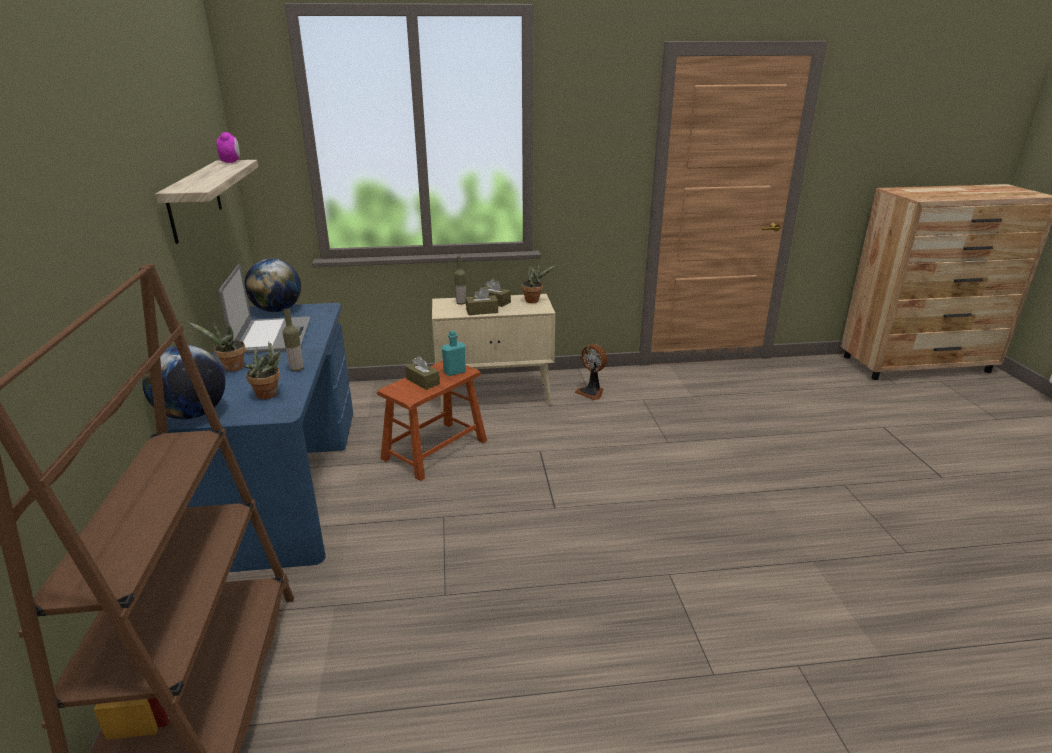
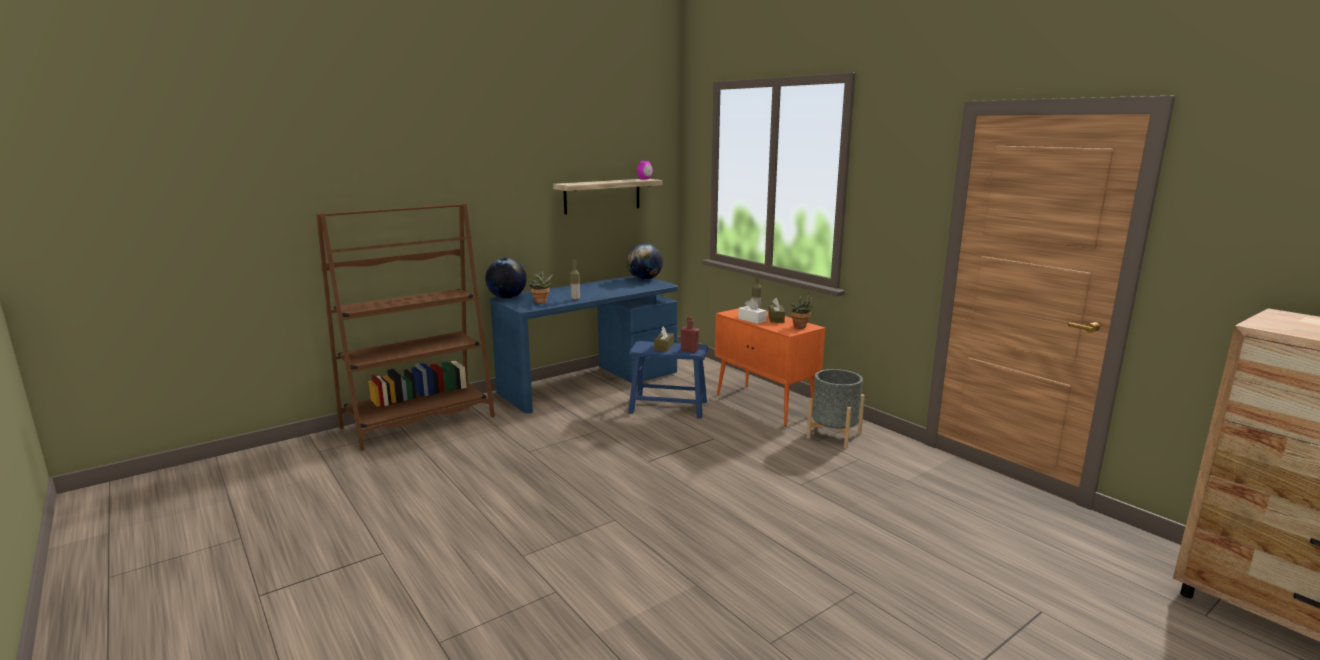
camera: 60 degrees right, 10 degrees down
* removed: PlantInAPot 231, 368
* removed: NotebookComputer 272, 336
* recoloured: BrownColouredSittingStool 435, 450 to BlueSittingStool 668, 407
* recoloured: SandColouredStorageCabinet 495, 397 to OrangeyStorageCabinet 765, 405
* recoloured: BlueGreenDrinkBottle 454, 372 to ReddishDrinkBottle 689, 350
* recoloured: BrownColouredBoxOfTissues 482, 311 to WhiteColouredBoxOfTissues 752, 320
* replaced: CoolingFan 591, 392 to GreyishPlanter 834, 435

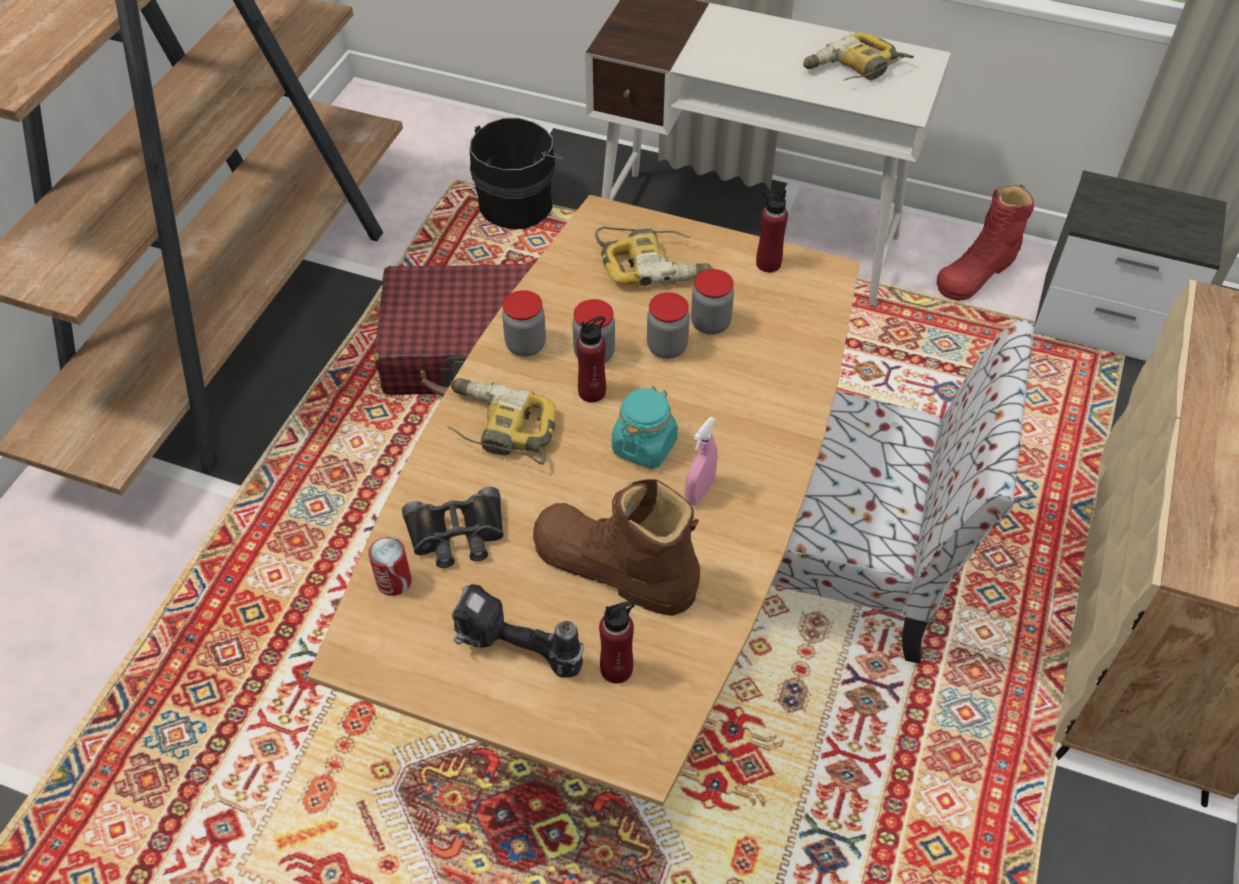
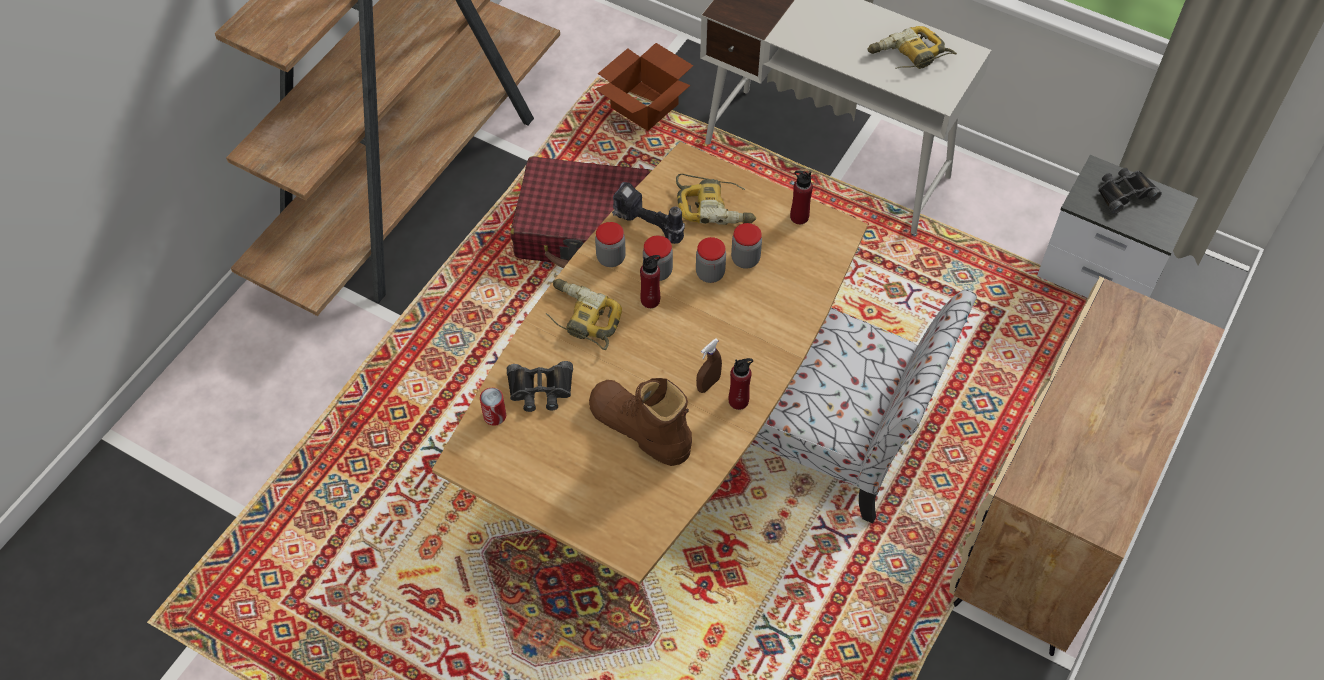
camera: 10 degrees right, 5 degrees up
* moved: Drill 516, 654 to 646, 227
* replaced: BlackishBucket 519, 203 to CardboardBox 646, 106
* moved: ReddishDrinkBottle 616, 669 to 738, 401
* removed: BlueGreenPreserveJar 644, 445
* recoloured: PinkColouredSprayBottle 699, 492 to BrownColouredSprayBottle 708, 384
* removed: ReddishHighTopBoot 977, 271
* added: BlackishPairOfBinoculars 1124, 192

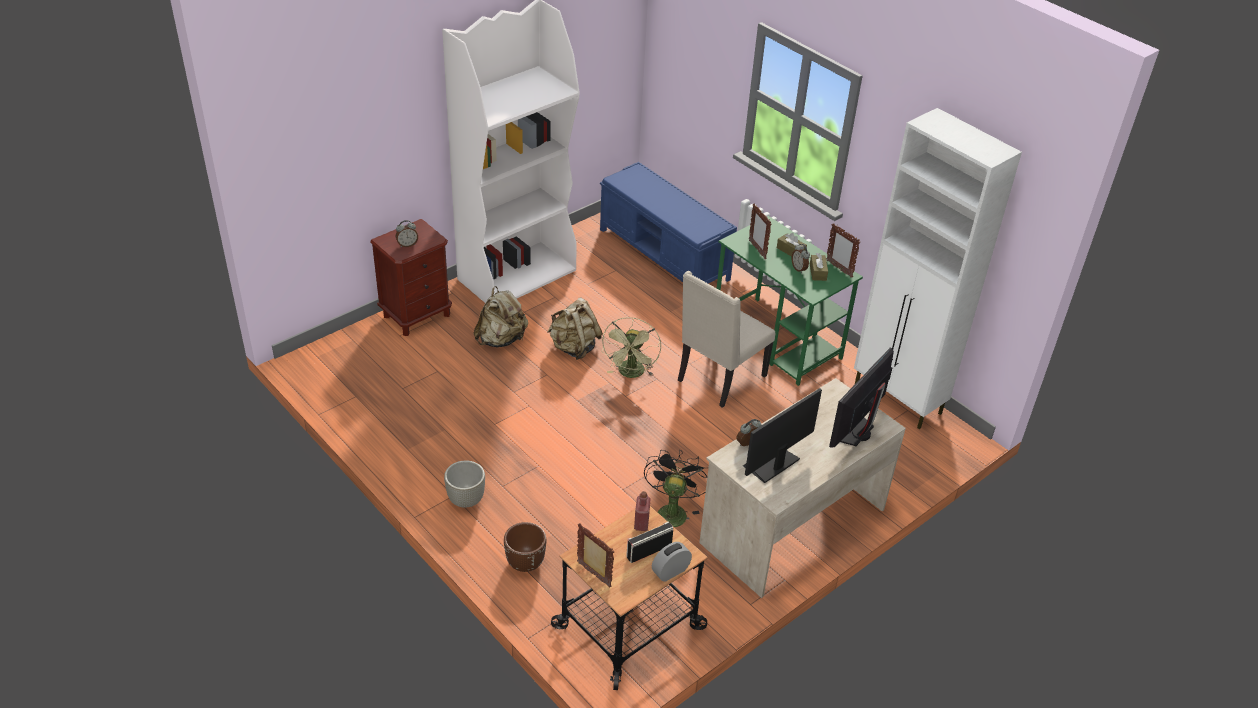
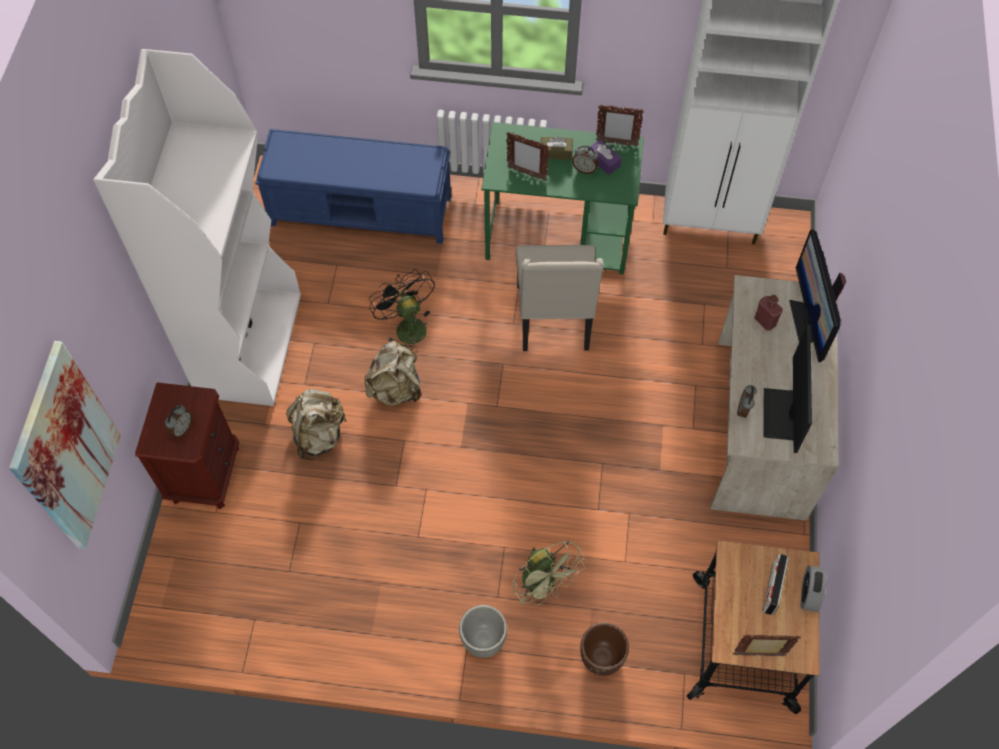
camera: 40 degrees left, 20 degrees up
* moved: GreenColouredCoolingFan 631, 374 to 544, 584
* moved: ReddishDrinkBottle 641, 523 to 765, 321
* moved: BlackishCoolingFan 671, 510 to 406, 326
* recoloured: BrownColouredBoxOfTissues 818, 272 to PurpleBoxOfTissues 603, 161
* added: WallArt 66, 449

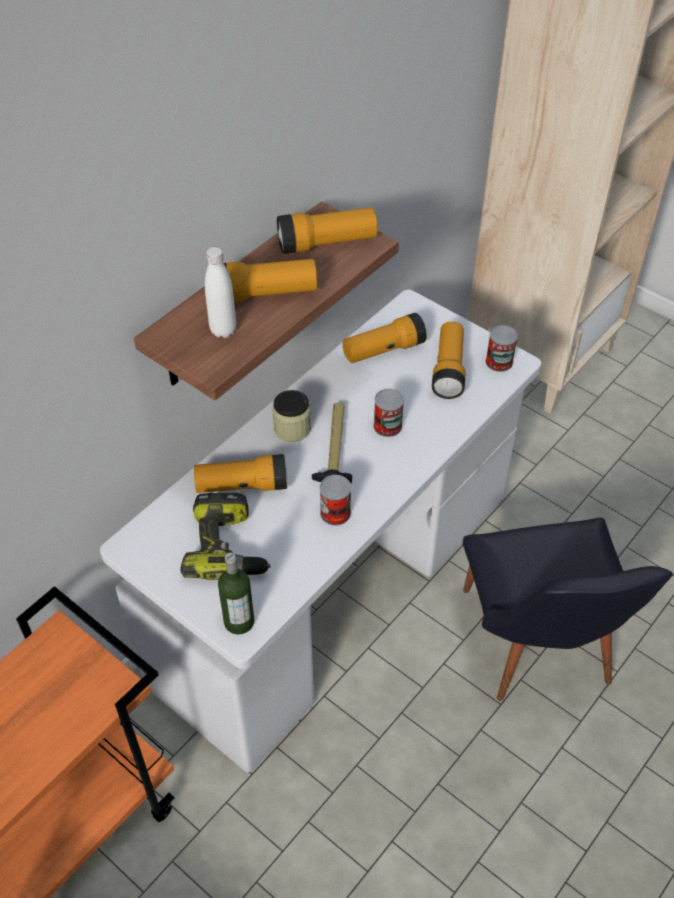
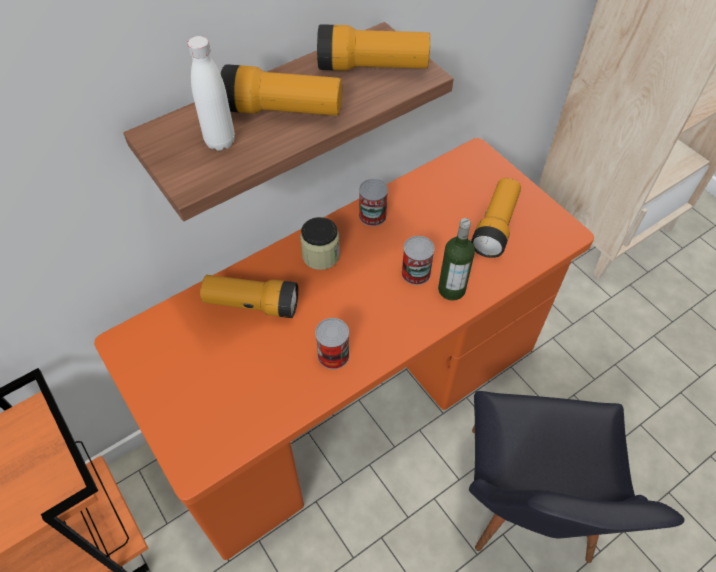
camera: 15 degrees right, 5 degrees up
* recoloured: WhiteColouredDesk 335, 587 to OrangeyDesk 357, 398
* removed: Drill 229, 547
* moved: DrinkBottle 239, 621 to 451, 289
* removed: HandHammer 334, 447
* removed: Torch 383, 350
* moved: Can 499, 362 to 372, 215

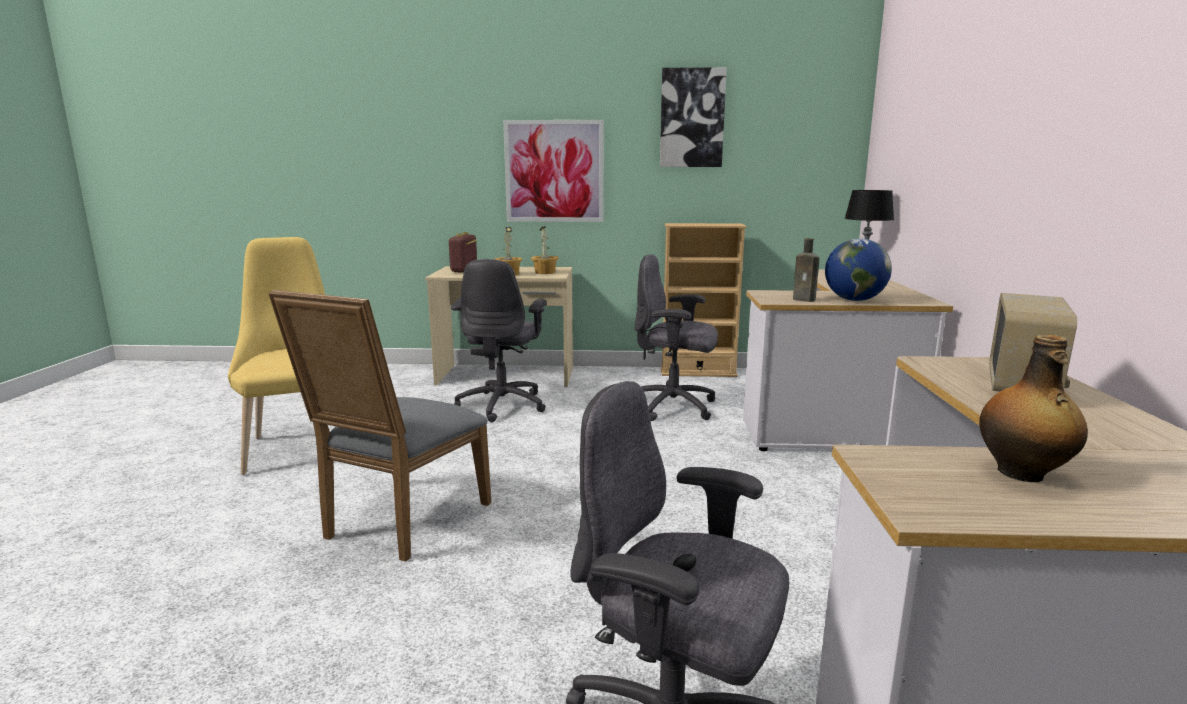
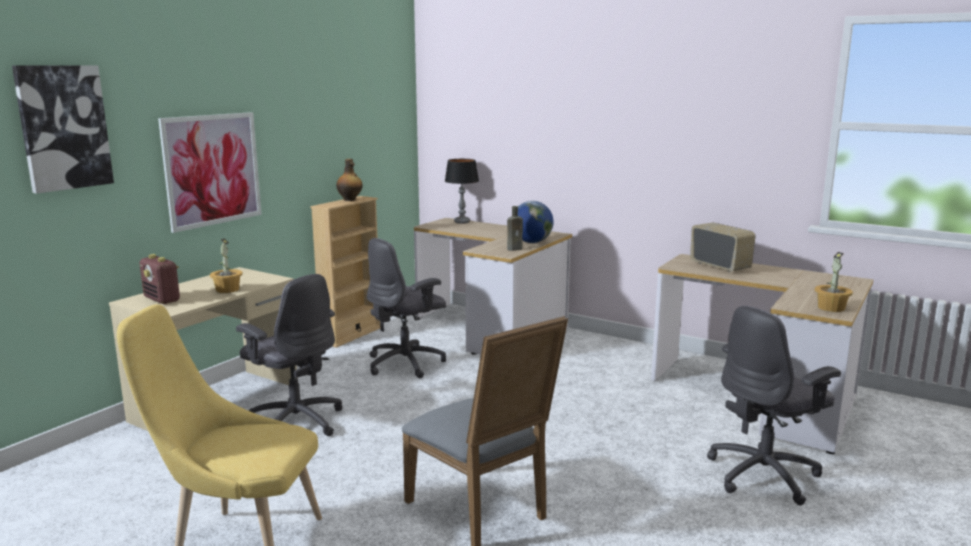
camera: 60 degrees left, 0 degrees up
* moved: PlantInAPot 545, 272 to 831, 308
* moved: WallArt 692, 118 to 63, 127
* moved: DrinkBottle 1021, 474 to 350, 200

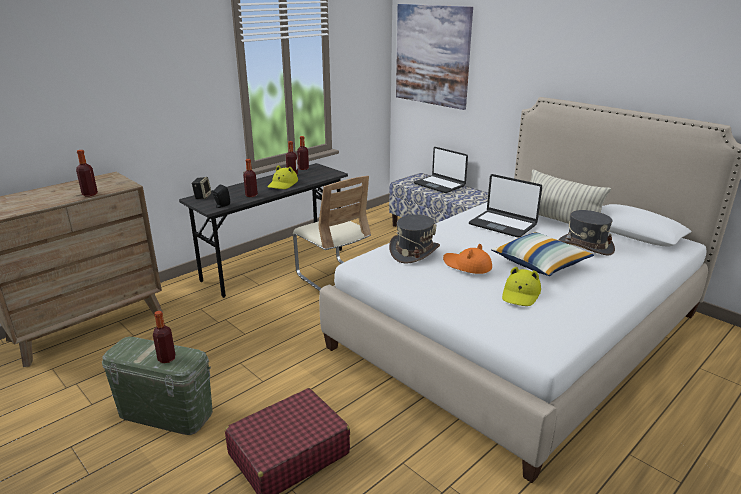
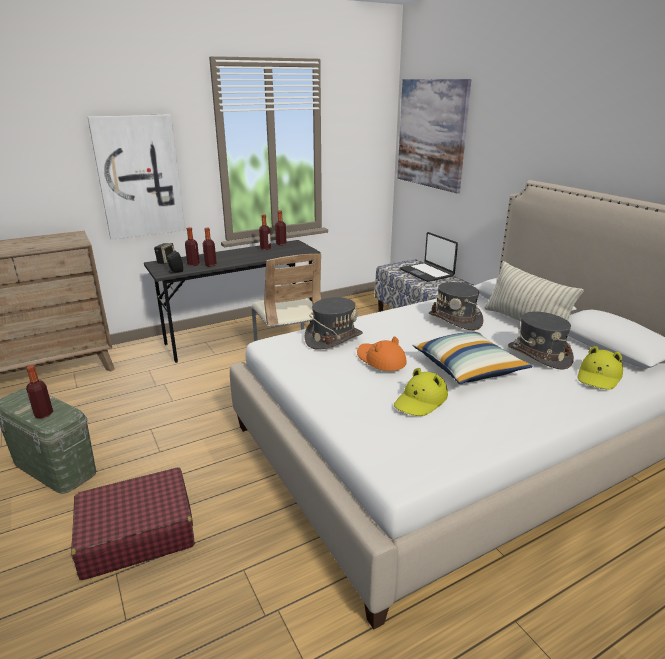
camera: 15 degrees right, 0 degrees up
* moved: DrinkBottle 90, 194 to 193, 264
* moved: YellowColouredWearableHat 283, 184 to 599, 376
* replaced: NotebookComputer 503, 224 to GreyishWearableHat 455, 320
* added: WallArt 139, 177

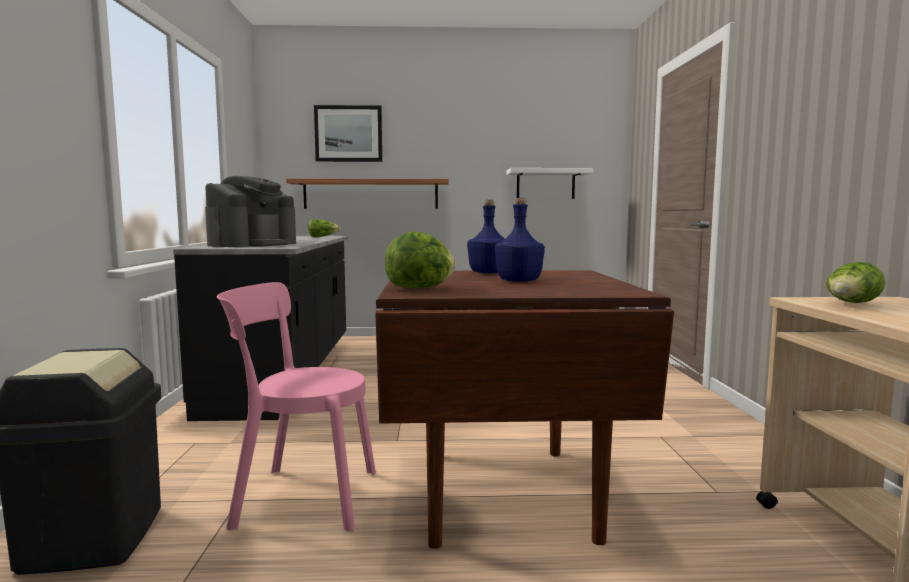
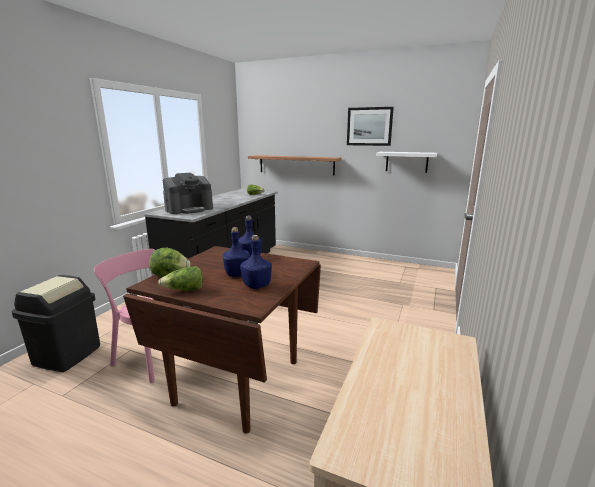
camera: 25 degrees right, 10 degrees up
* moved: WallArt 348, 134 to 369, 126
* moved: LettuceHead 852, 304 to 184, 290
* added: BlueDrinkBottle 257, 286

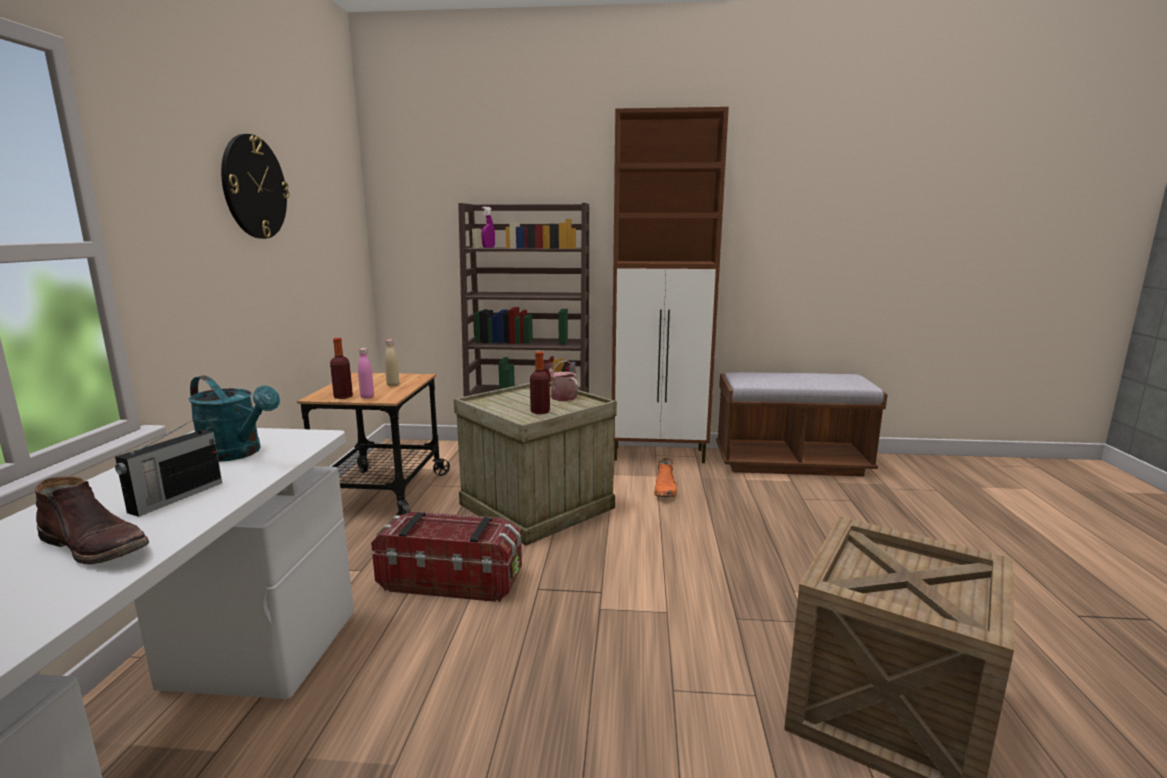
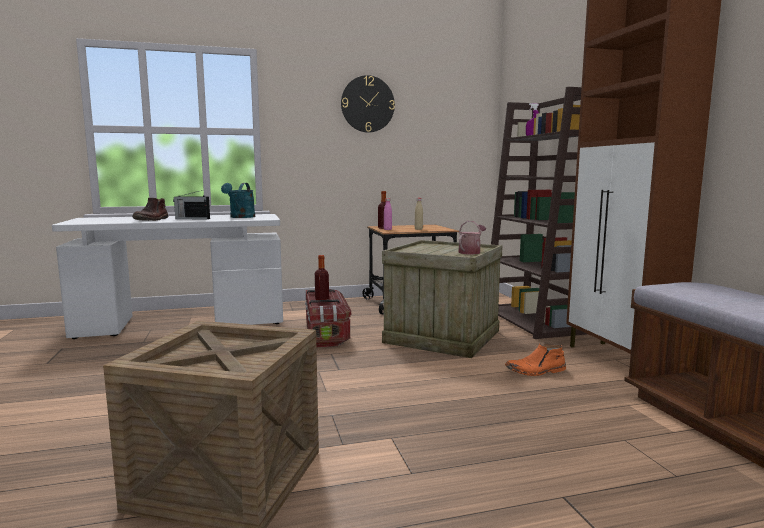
camera: 70 degrees right, 5 degrees down
* moved: DrinkBottle 540, 412 to 322, 299

